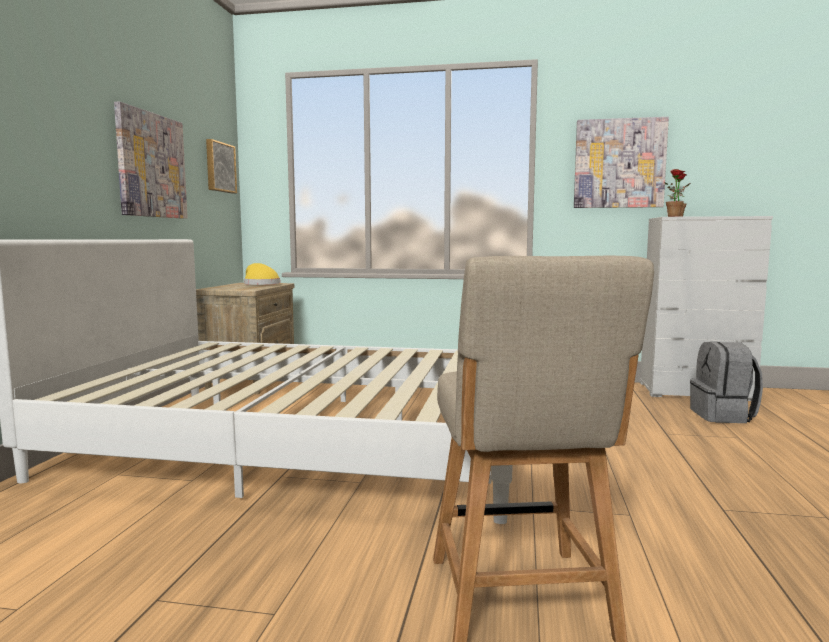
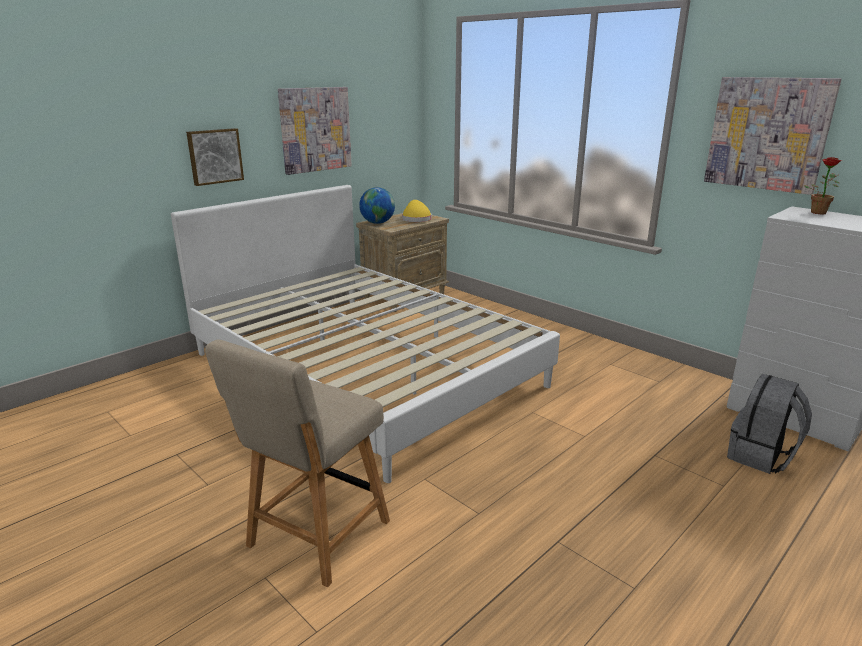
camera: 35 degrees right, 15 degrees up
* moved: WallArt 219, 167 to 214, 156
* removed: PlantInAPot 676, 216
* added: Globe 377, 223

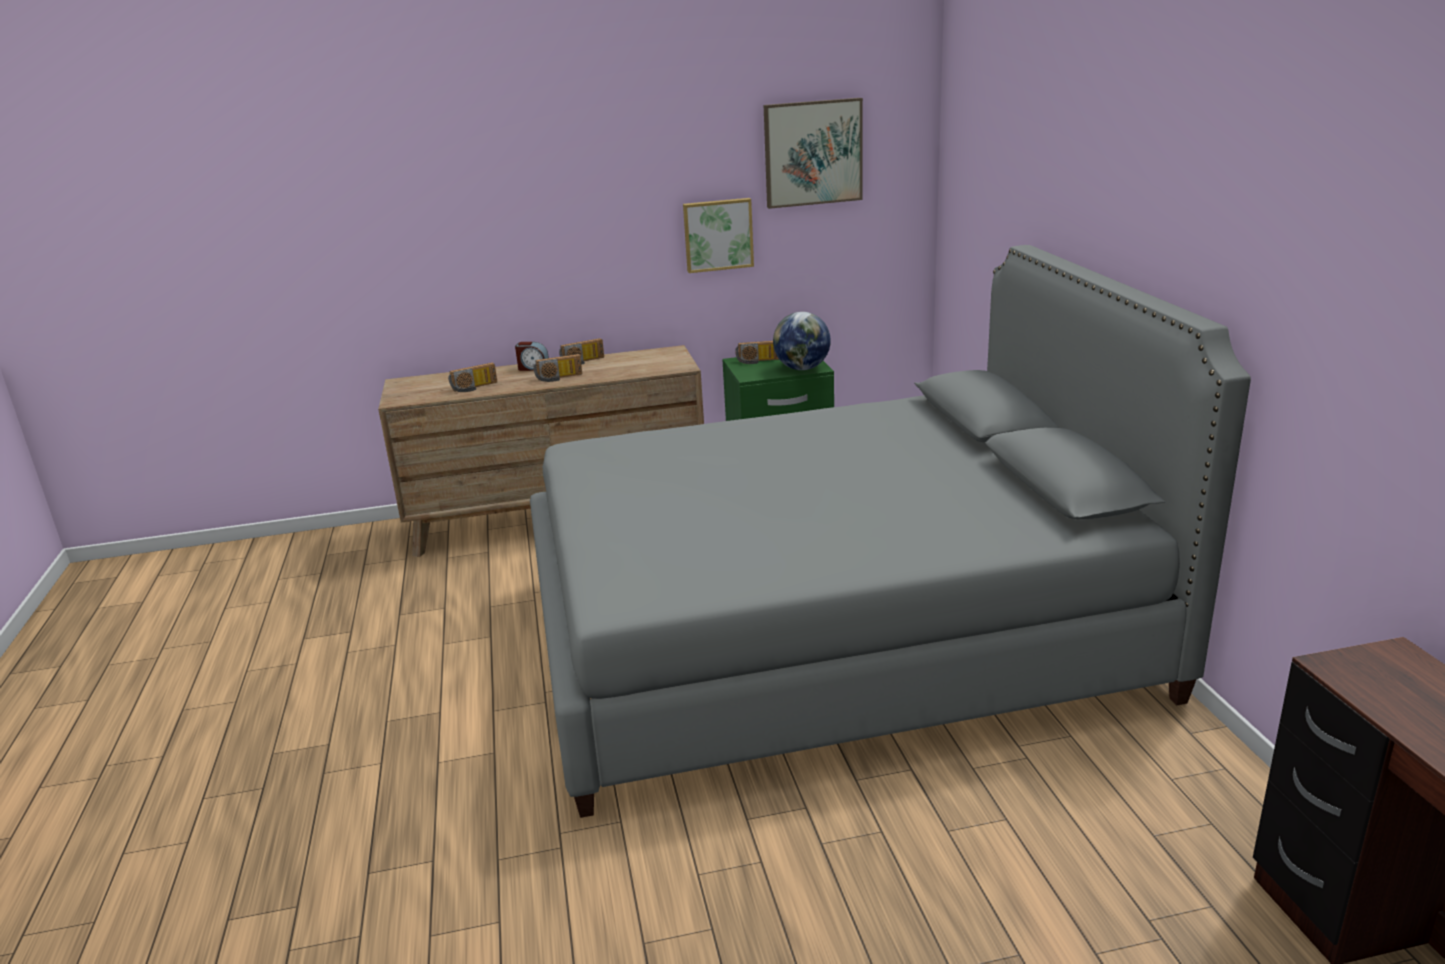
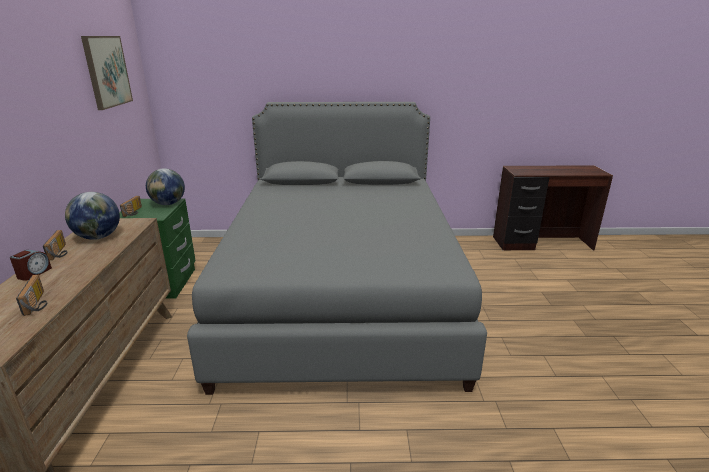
camera: 80 degrees left, 0 degrees up
* removed: RadioSet 559, 378
* removed: WallArt 718, 234
* added: Globe 98, 237

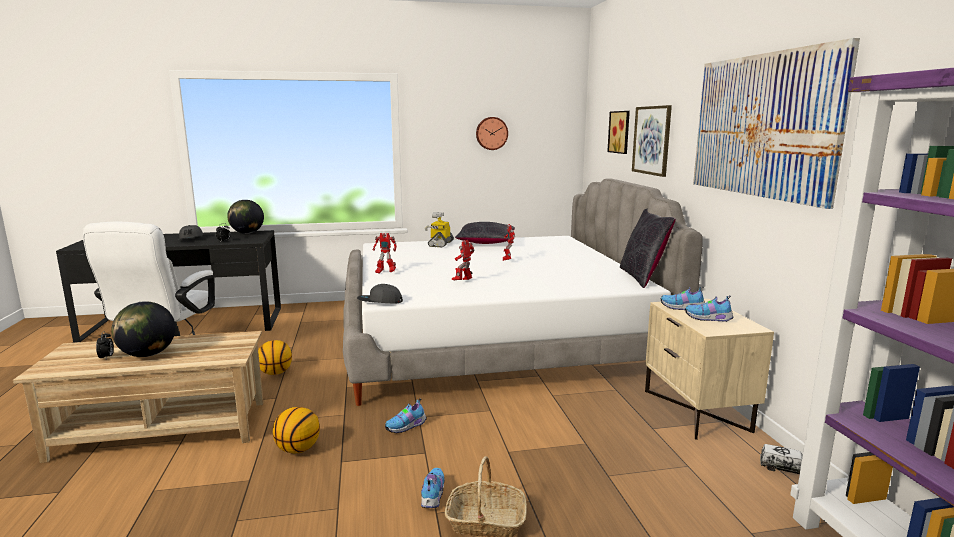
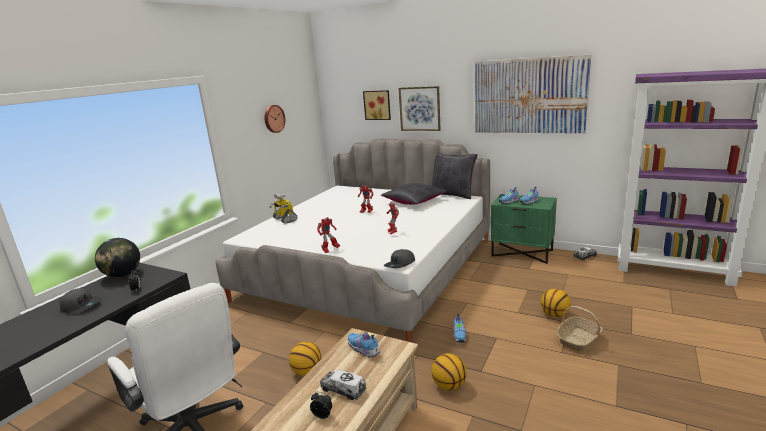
camera: 50 degrees left, 5 degrees up
* replaced: Globe 148, 354 to ToyLorry 343, 390
* moved: Shoe 432, 496 to 364, 350
* moved: BlackishThrowPillow 486, 242 to 414, 201
* recoloured: SandColouredNightstand 697, 410 to GreenColouredNightstand 522, 253
* added: BasketballBall 555, 315

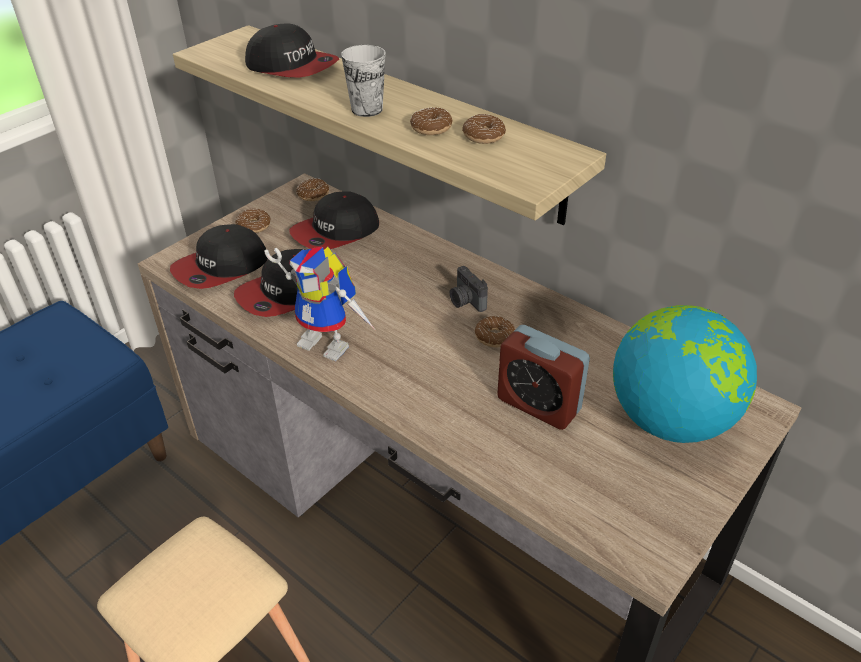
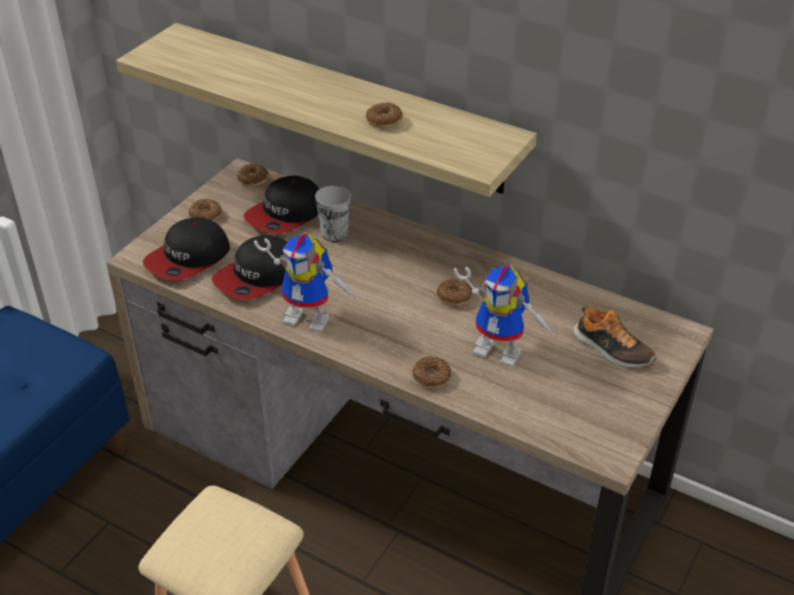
camera: 10 degrees left, 0 degrees up
* removed: Cap 292, 66
* moved: Cup 367, 109 to 334, 234
* removed: StillCamera 466, 301
* moved: Donut 483, 136 to 431, 377
* replaced: TableClock 538, 404 to ModelRobot 503, 349
* replaced: Globe 670, 419 to Shoe 612, 349

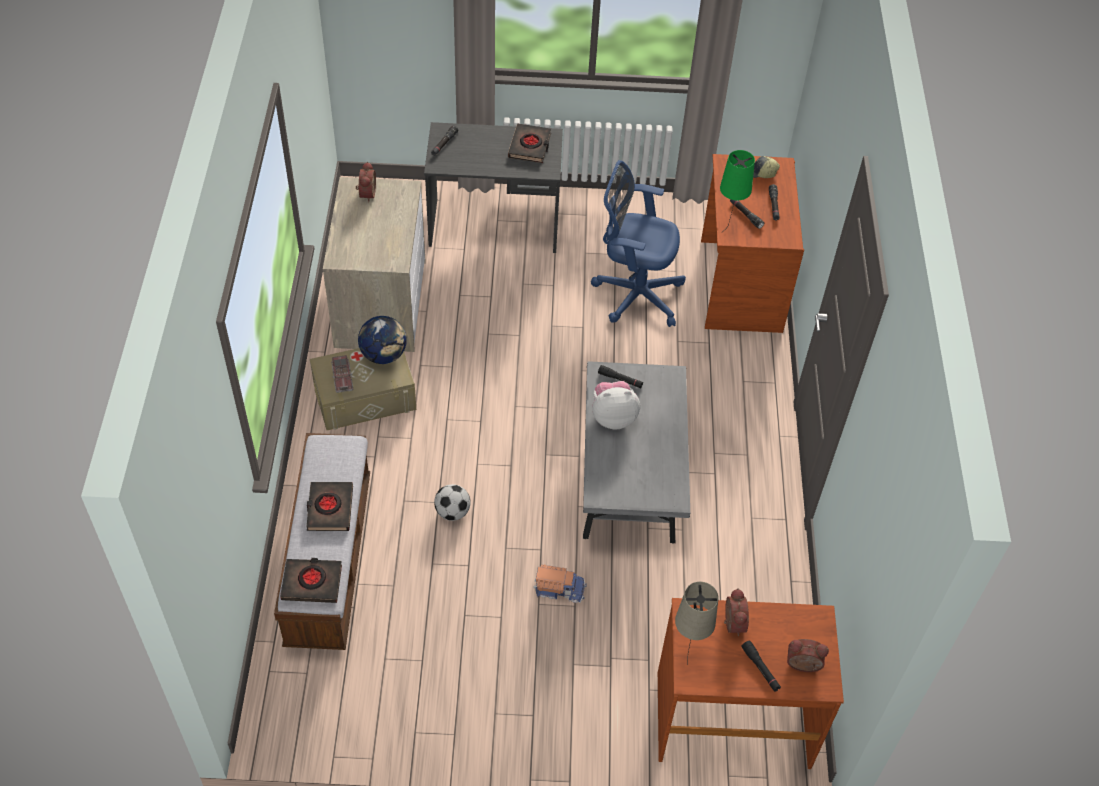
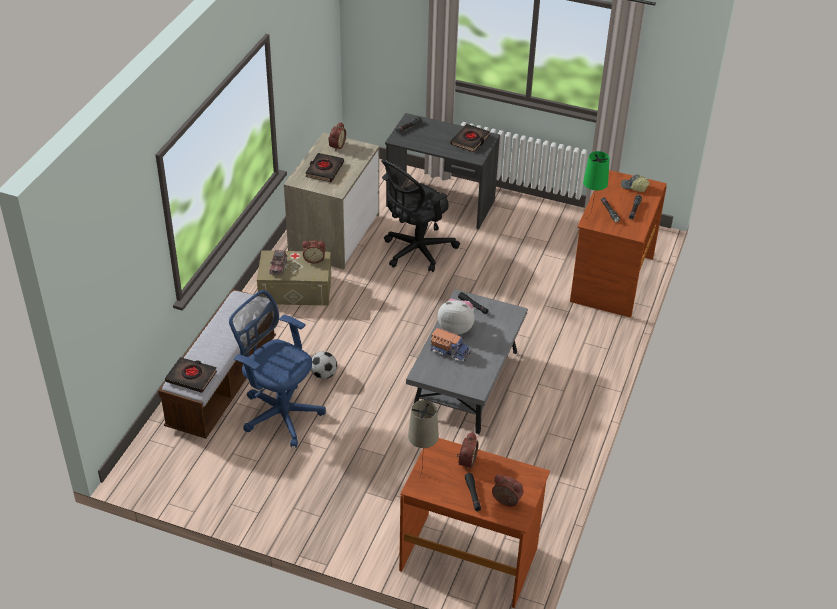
camera: 20 degrees right, 10 degrees down
* moved: BlackishBoundBook 329, 509 to 324, 170
* replaced: Globe 384, 355 to TableClock 314, 259
* moved: ToyLorry 559, 588 to 449, 351
* moved: BlueOfficeChair 634, 294 to 279, 413
* added: BlackishOfficeChair 416, 251

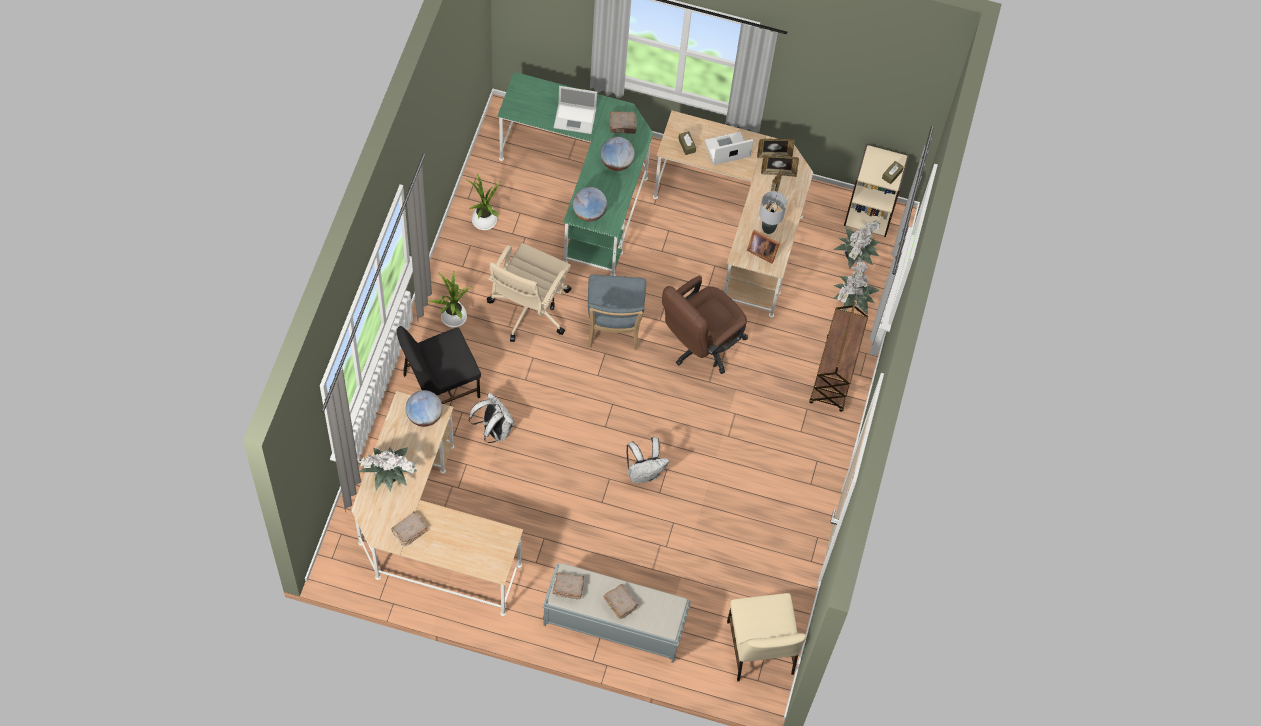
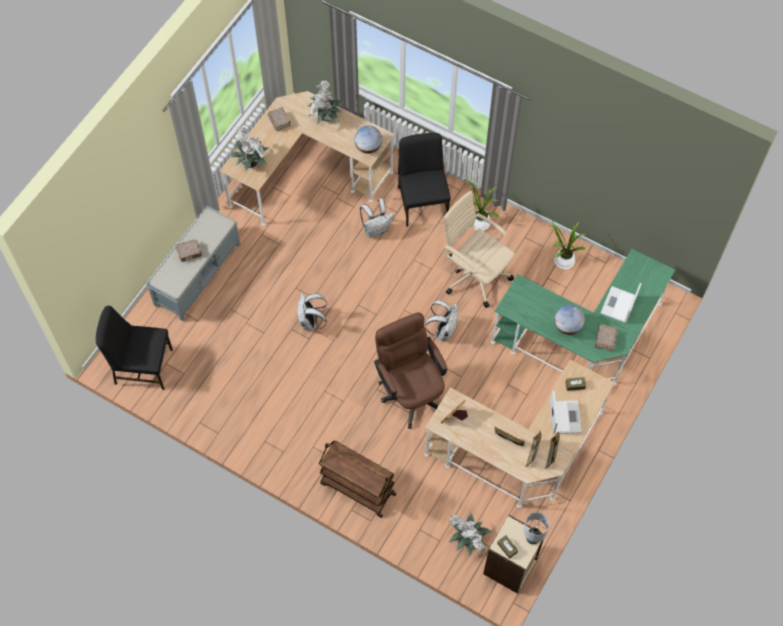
camera: 110 degrees right, 0 degrees up
* removed: BrownColouredBoundBook 567, 588
* removed: Globe 589, 213
* replaced: BlueUprightChair 613, 328 to WhiteColouredBackpack 443, 331
* recoloured: SandColouredUprightChair 759, 649 to BlackishUprightChair 142, 366
* moved: GreyishTabletopLamp 768, 229 to 532, 538
* moved: PlantInAPot 851, 303 to 250, 162

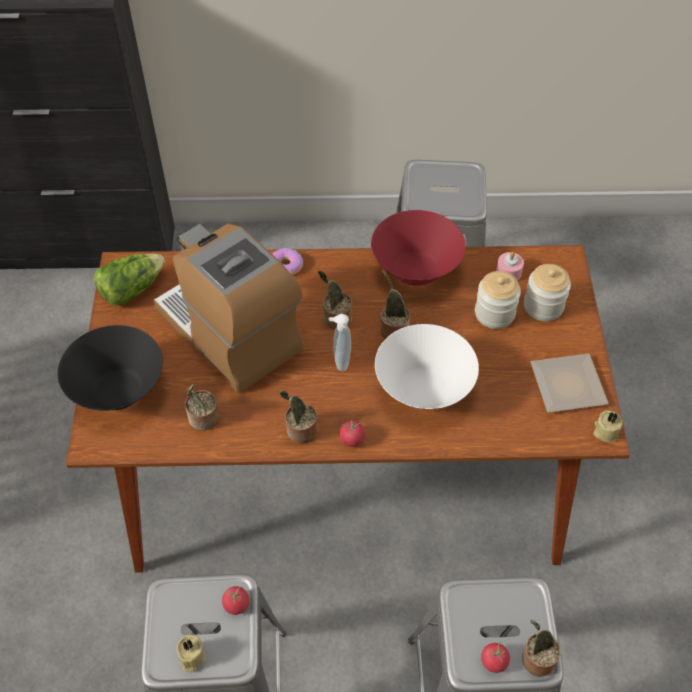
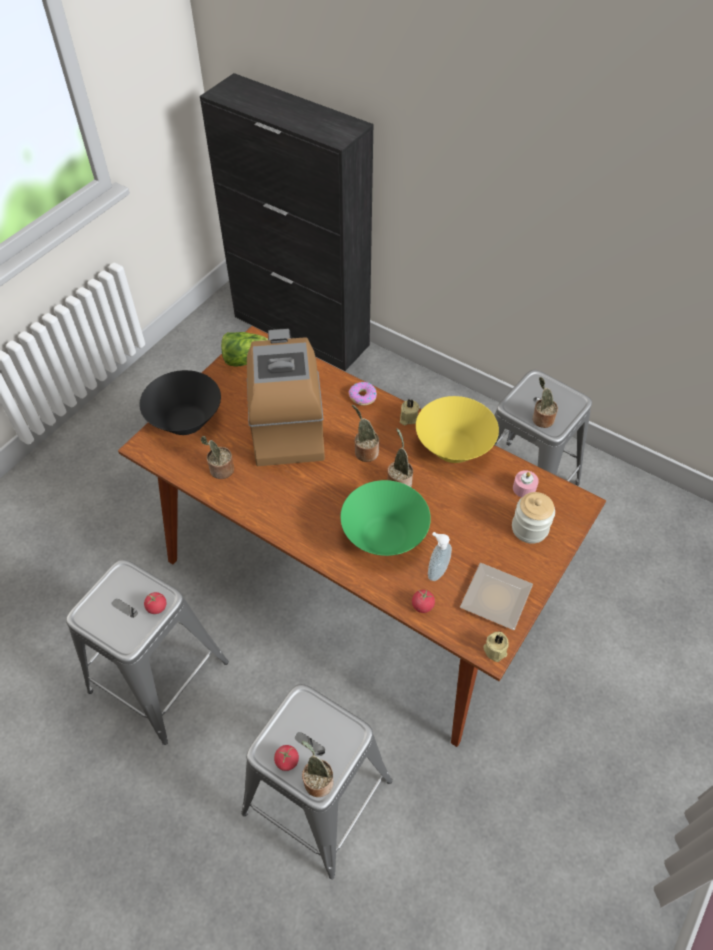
camera: 35 degrees right, 0 degrees up
* moved: SandColouredWaxCandle 191, 657 to 408, 418
* moved: PlantInAPot 299, 431 to 541, 419
* moved: SoapDispenser 340, 361 to 436, 571
* moved: FreshTomato 352, 439 to 422, 605
* recoloured: ReddishServingBowl 416, 270 to YellowColouredServingBowl 453, 448
* recoloured: WhiteColouredServingBowl 424, 389 to GreenColouredServingBowl 384, 536
* removed: PreserveJar 494, 313

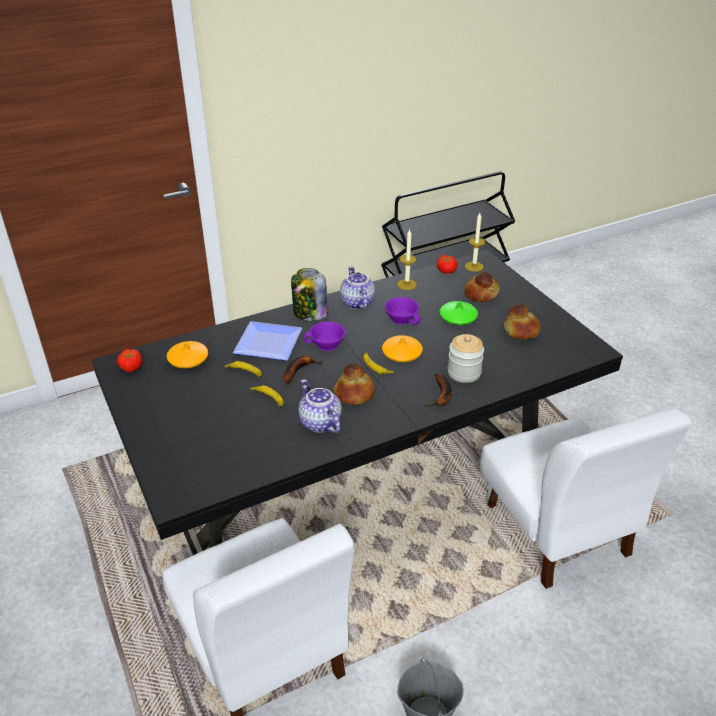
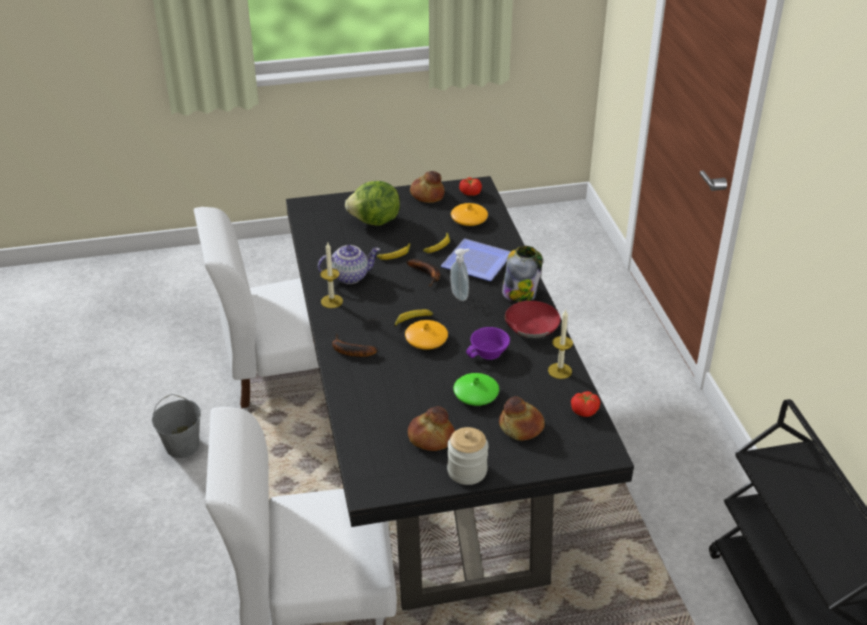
camera: 105 degrees right, 0 degrees up
* replaced: PurpleCup 326, 345 to SoapDispenser 460, 295
* moved: BakedBread 354, 394 to 427, 195
* replaced: TeaPot 356, 303 to ReddishServingBowl 531, 326
* moved: PreserveJar 464, 372 to 467, 471
* moved: WaxCandle 474, 266 to 331, 301
* added: LettuceHead 375, 222

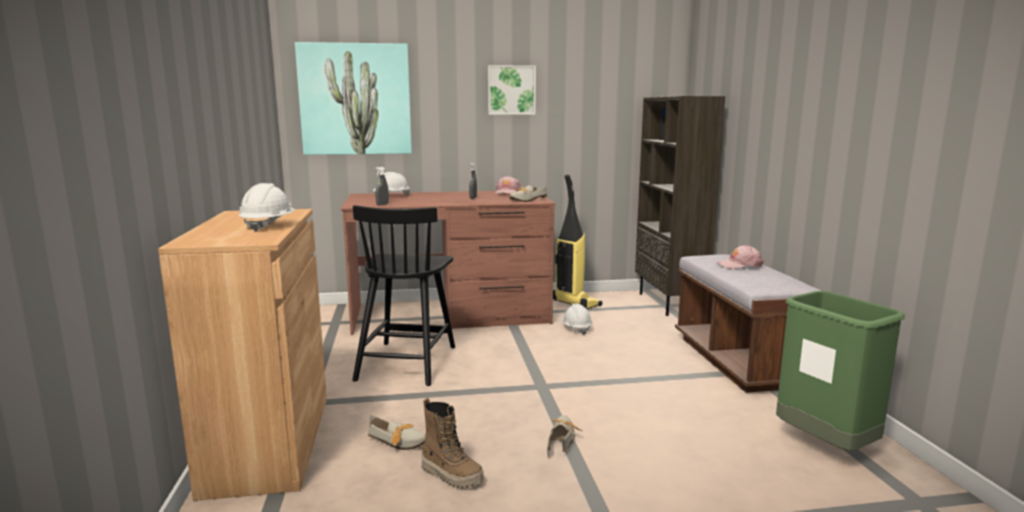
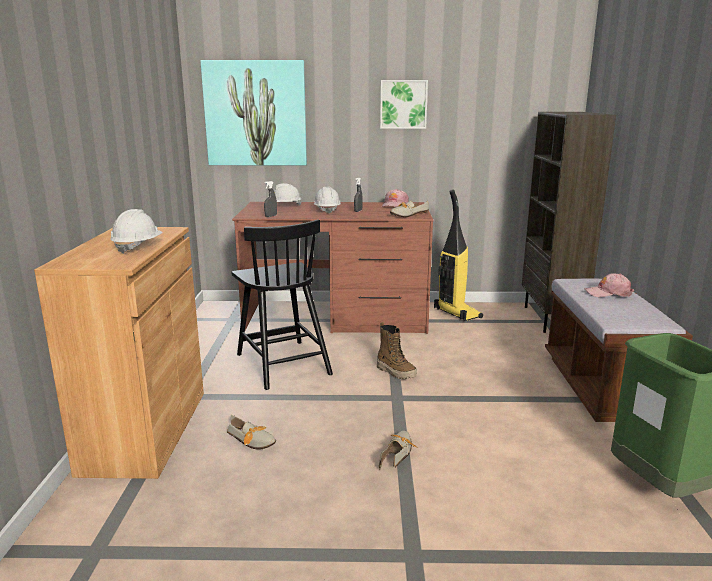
camera: 10 degrees right, 5 degrees up
* turned: BlackishUprightChair 407, 362 = 282, 363 45 degrees counterclockwise
* moved: HighTopBoot 452, 475 to 396, 372
* moved: WhiteColouredHardHat 576, 329 to 327, 210

